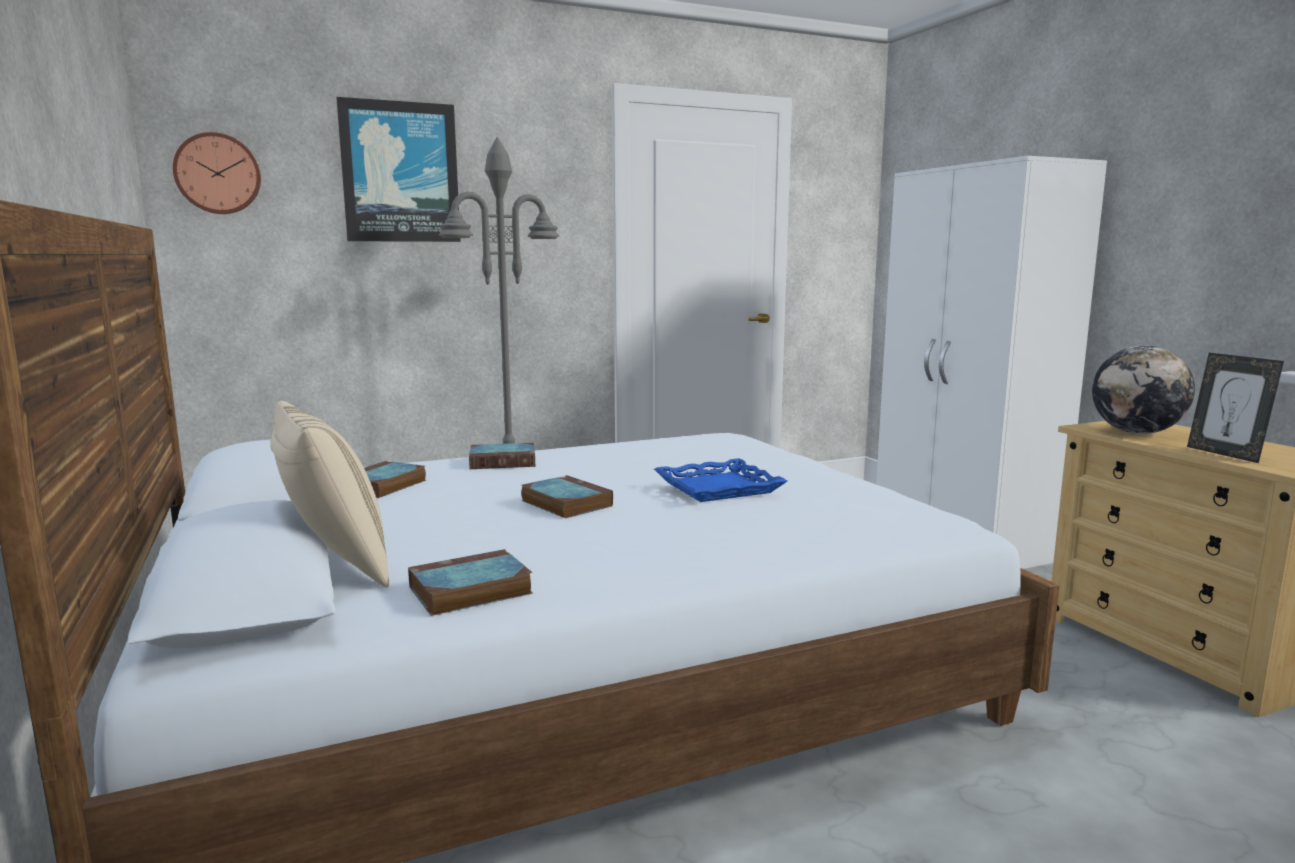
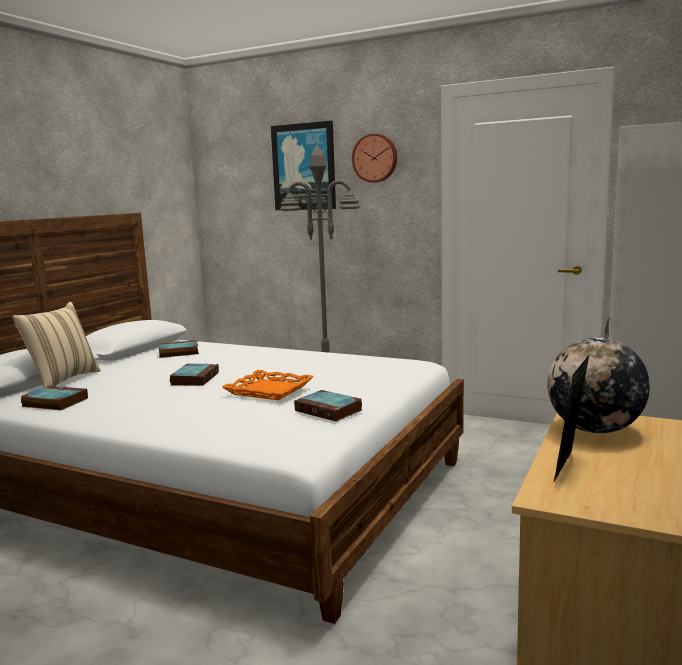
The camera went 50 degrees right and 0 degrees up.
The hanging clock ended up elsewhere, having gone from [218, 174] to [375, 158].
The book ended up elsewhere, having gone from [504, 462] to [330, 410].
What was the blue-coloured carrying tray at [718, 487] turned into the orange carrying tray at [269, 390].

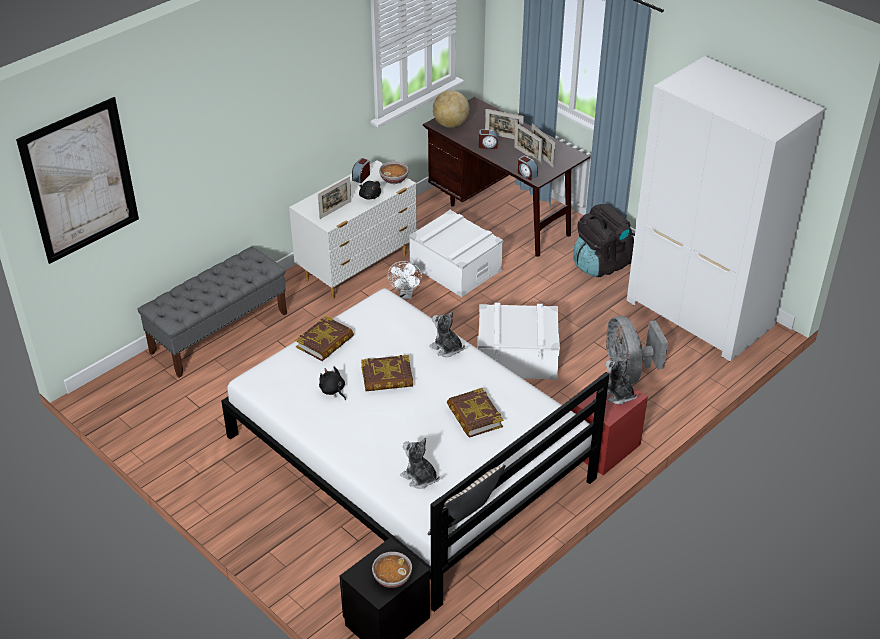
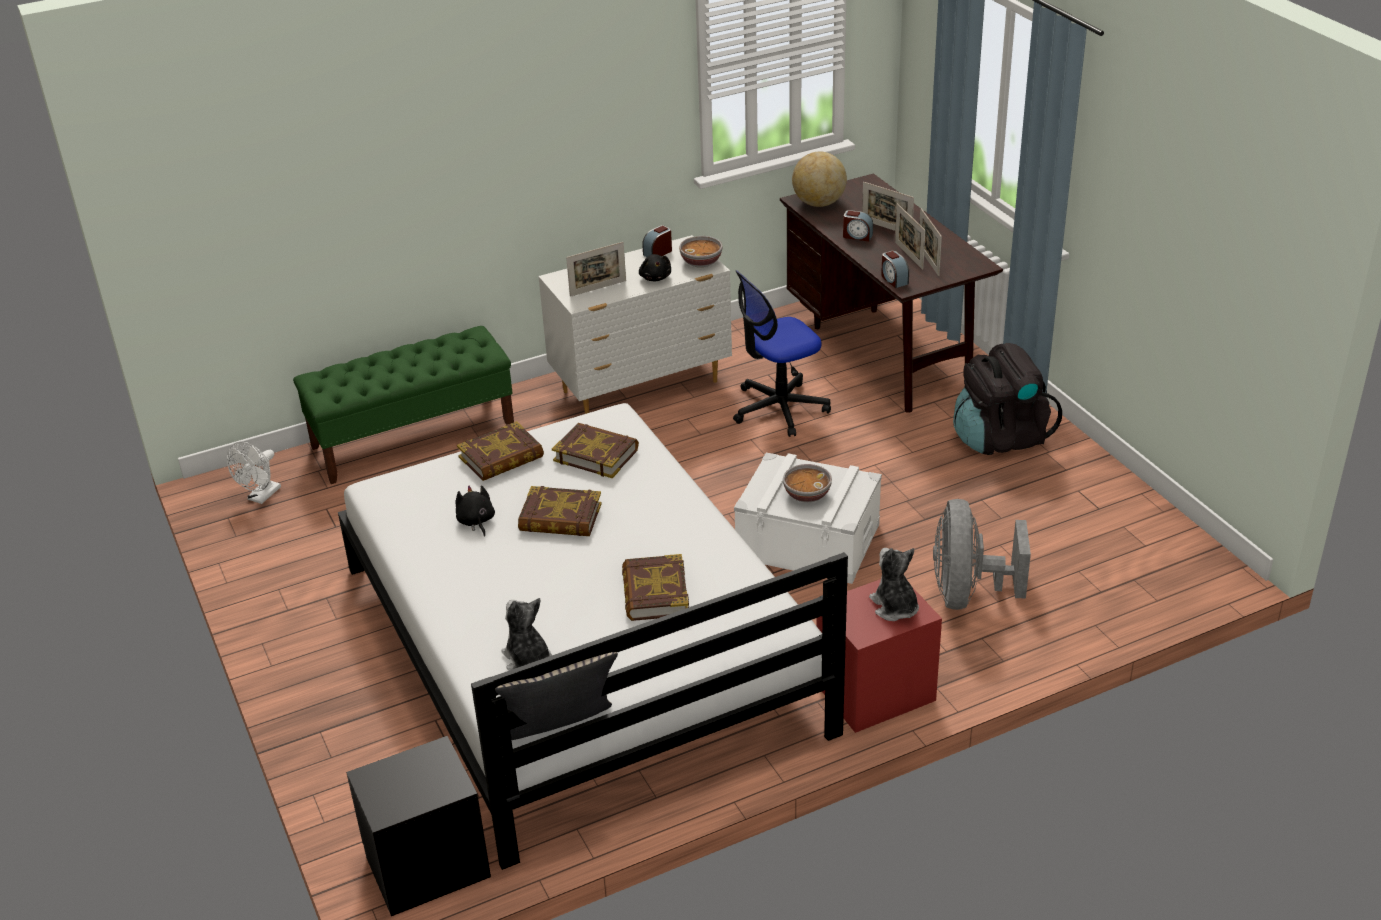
The camera went 20 degrees right and 5 degrees down.
The second view lost the wall art at [80, 181].
What was the gray long seat at [219, 332] turned into the greenish long seat at [414, 438].
The bowl ended up elsewhere, having gone from [392, 578] to [806, 495].
The whitish fan ended up elsewhere, having gone from [406, 295] to [261, 497].
Where the whitish storage box stood at [455, 268], the computer chair came to stand at [779, 408].
The second view lost the plush toy at [446, 348].
The second view lost the whitish wardrobe at [701, 313].
The second view gained the book at [596, 455].

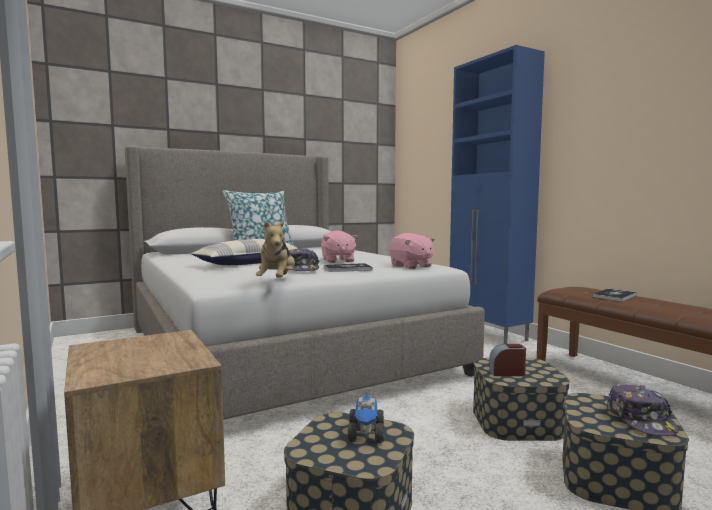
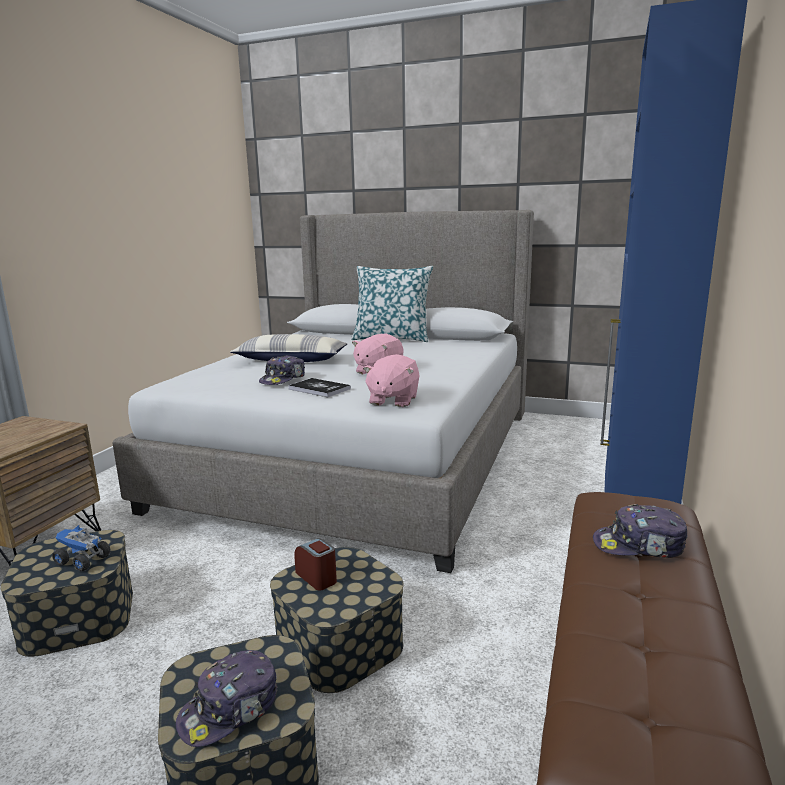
The camera went 50 degrees right and 10 degrees up.
The second view lost the plush toy at [277, 281].
The toy truck at [366, 434] ended up facing another way, 60 degrees clockwise from before.
Where the book stood at [614, 296], the peaked cap came to stand at [639, 546].

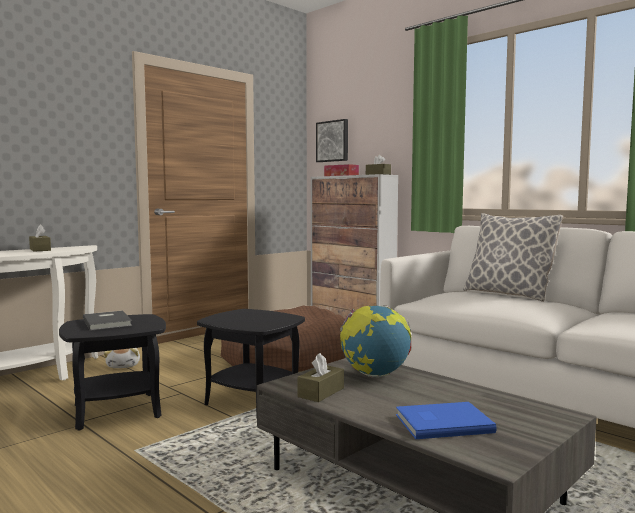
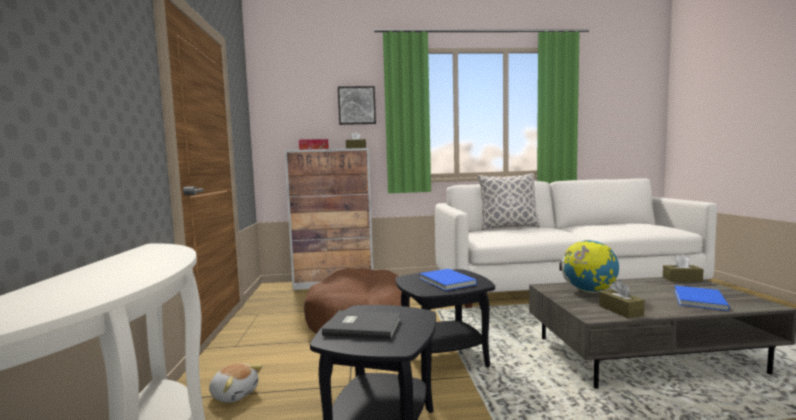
The camera went 50 degrees left and 0 degrees up.
The brown tissue box ended up elsewhere, having gone from [40, 249] to [682, 279].
The wall art ended up elsewhere, having gone from [333, 141] to [357, 105].
The second view gained the blue-coloured book at [446, 281].

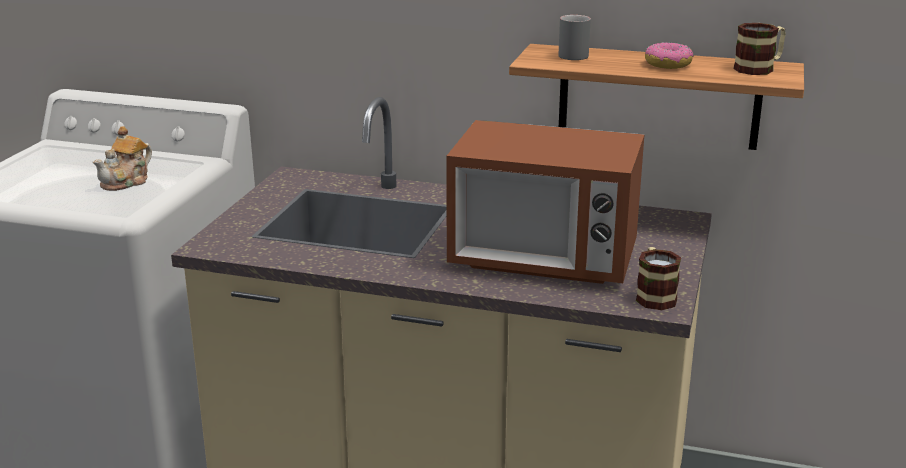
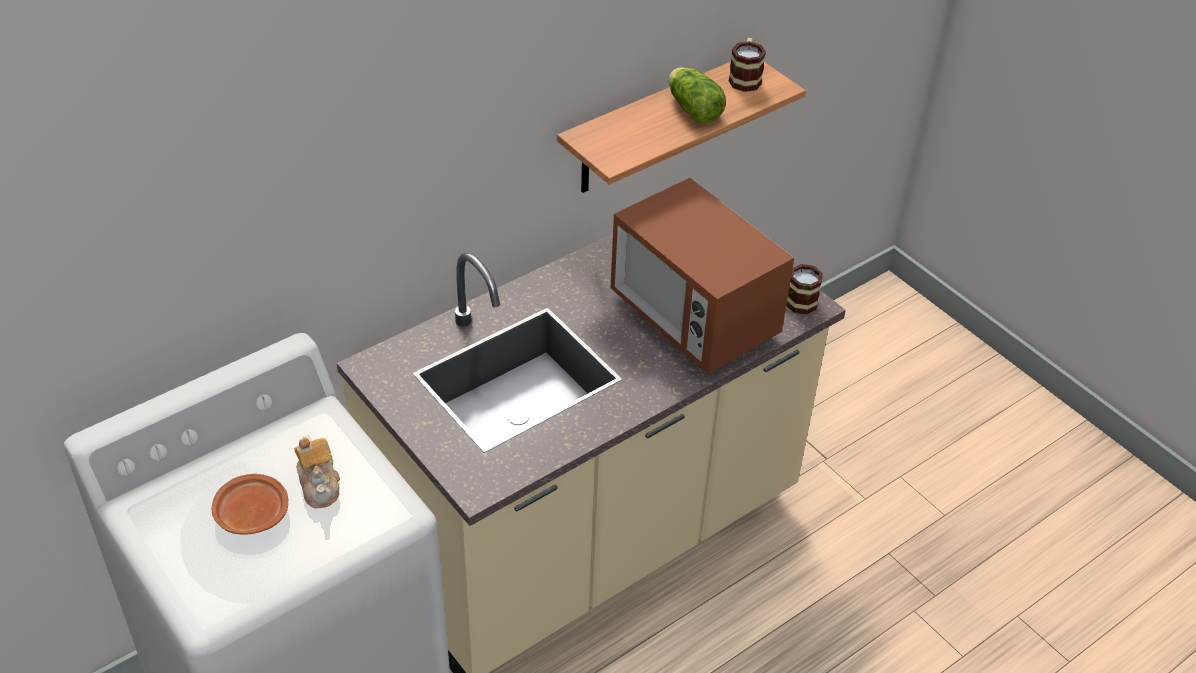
The camera went 55 degrees left and 20 degrees up.
The microwave at [543, 260] ended up facing another way, 90 degrees clockwise from before.
The second view lost the gray mug at [575, 54].
Where the ring doughnut stood at [668, 64], the lettuce came to stand at [692, 108].
The second view gained the brown plate at [251, 513].

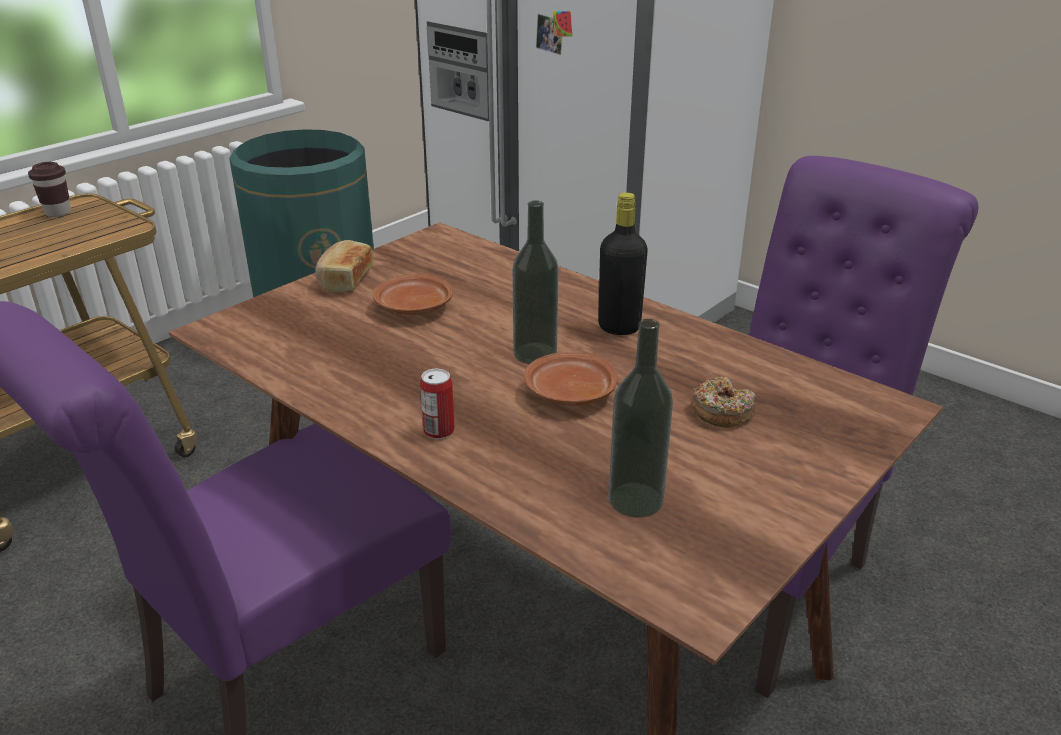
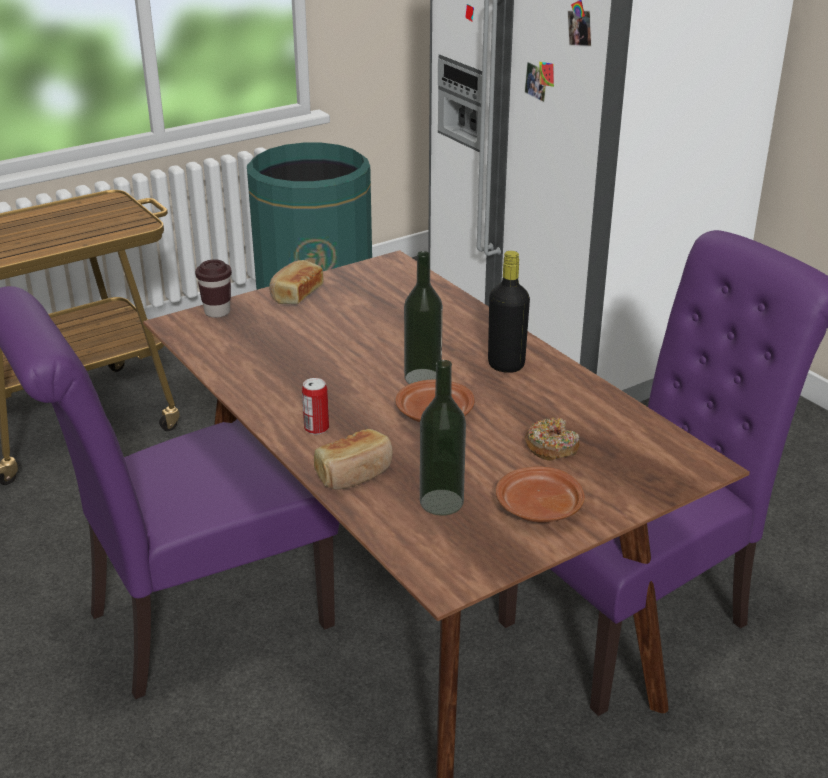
The camera went 15 degrees right and 0 degrees up.
The brown small cup ended up elsewhere, having gone from [58, 213] to [217, 312].
The brown plate ended up elsewhere, having gone from [413, 307] to [538, 508].
The second view gained the baked bread at [355, 473].

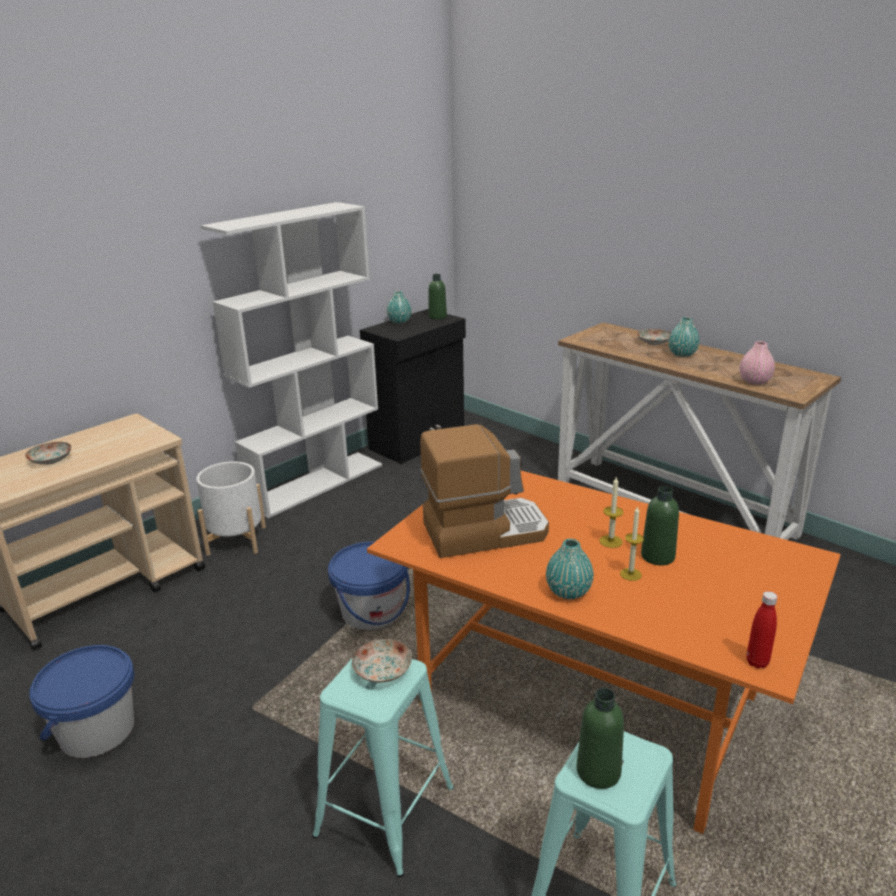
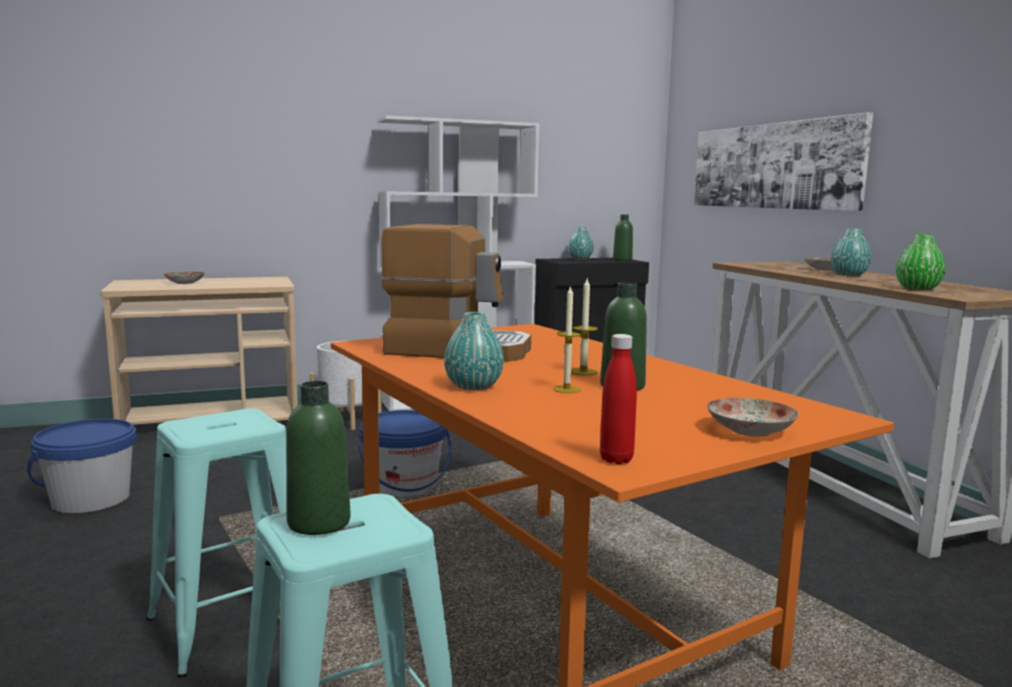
The camera went 25 degrees right and 15 degrees down.
The plate ended up elsewhere, having gone from [382, 670] to [749, 430].
What was the pink decorative vase at [754, 381] turned into the greenish decorative vase at [917, 289].
The second view gained the wall art at [772, 166].

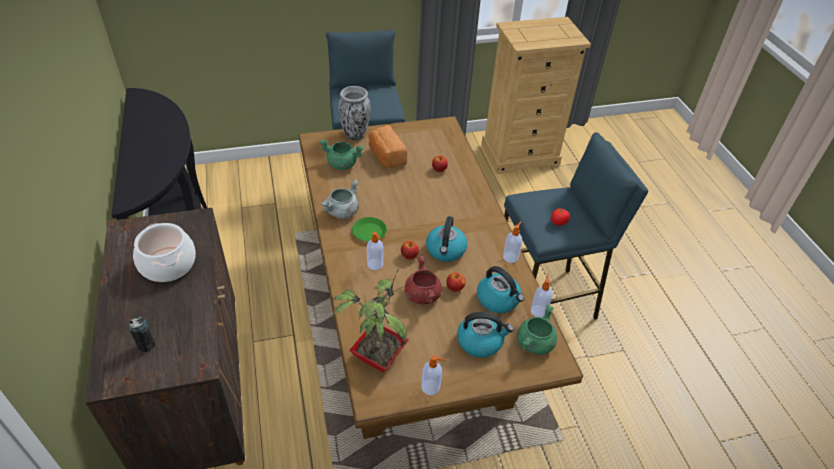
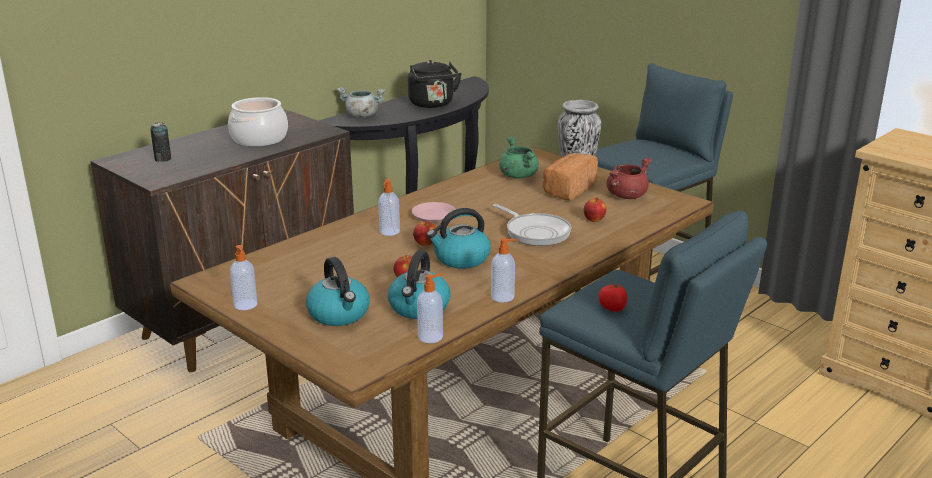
The camera went 60 degrees right and 20 degrees down.
The gray saucepot ended up elsewhere, having gone from [342, 212] to [361, 115].
The second view lost the potted plant at [377, 357].
What was the greenish plate at [369, 232] turned into the pink plate at [433, 216].
The red-coloured saucepot ended up elsewhere, having gone from [422, 295] to [626, 195].
The second view lost the greenish saucepot at [535, 344].
The second view gained the black-coloured kettle at [432, 104].
The second view gained the frying pan at [535, 232].

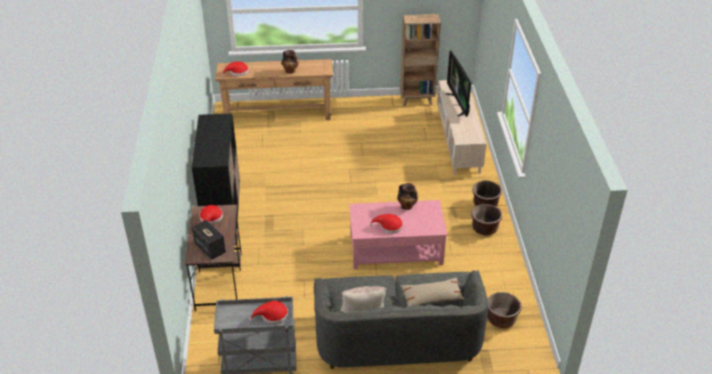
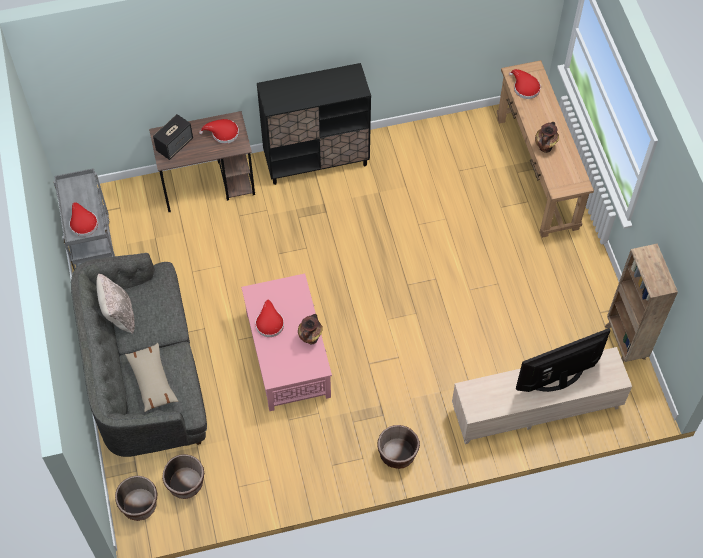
The camera went 80 degrees right and 20 degrees up.
The brown planter ended up elsewhere, having gone from [485, 228] to [139, 505].

